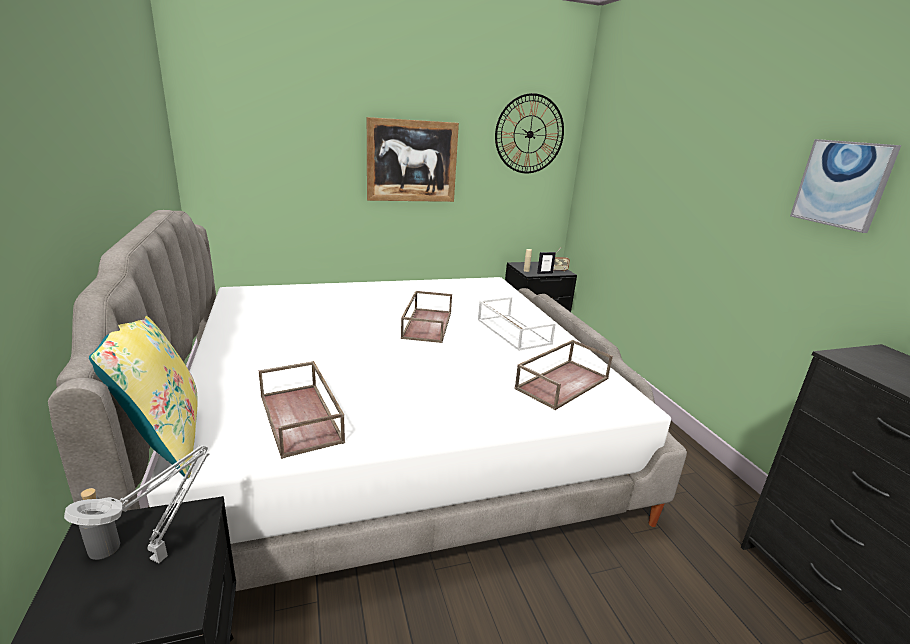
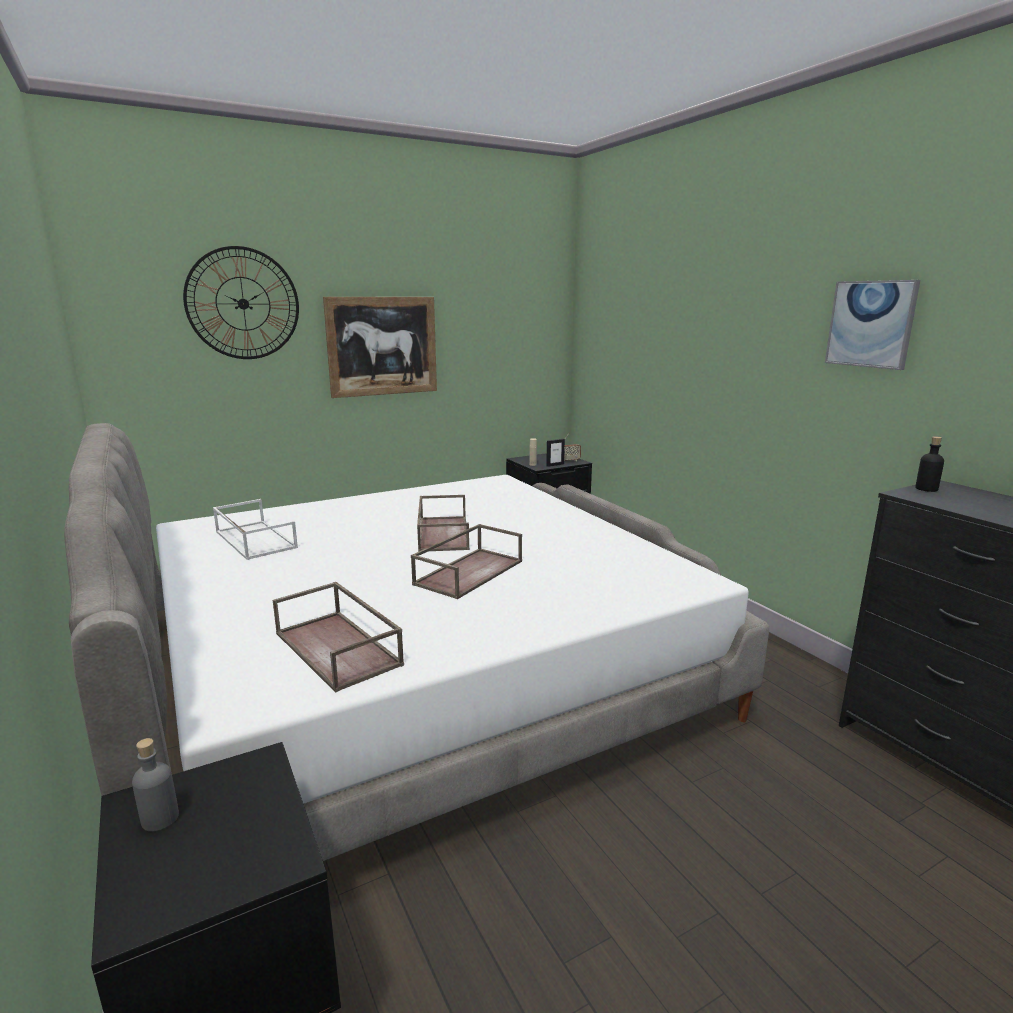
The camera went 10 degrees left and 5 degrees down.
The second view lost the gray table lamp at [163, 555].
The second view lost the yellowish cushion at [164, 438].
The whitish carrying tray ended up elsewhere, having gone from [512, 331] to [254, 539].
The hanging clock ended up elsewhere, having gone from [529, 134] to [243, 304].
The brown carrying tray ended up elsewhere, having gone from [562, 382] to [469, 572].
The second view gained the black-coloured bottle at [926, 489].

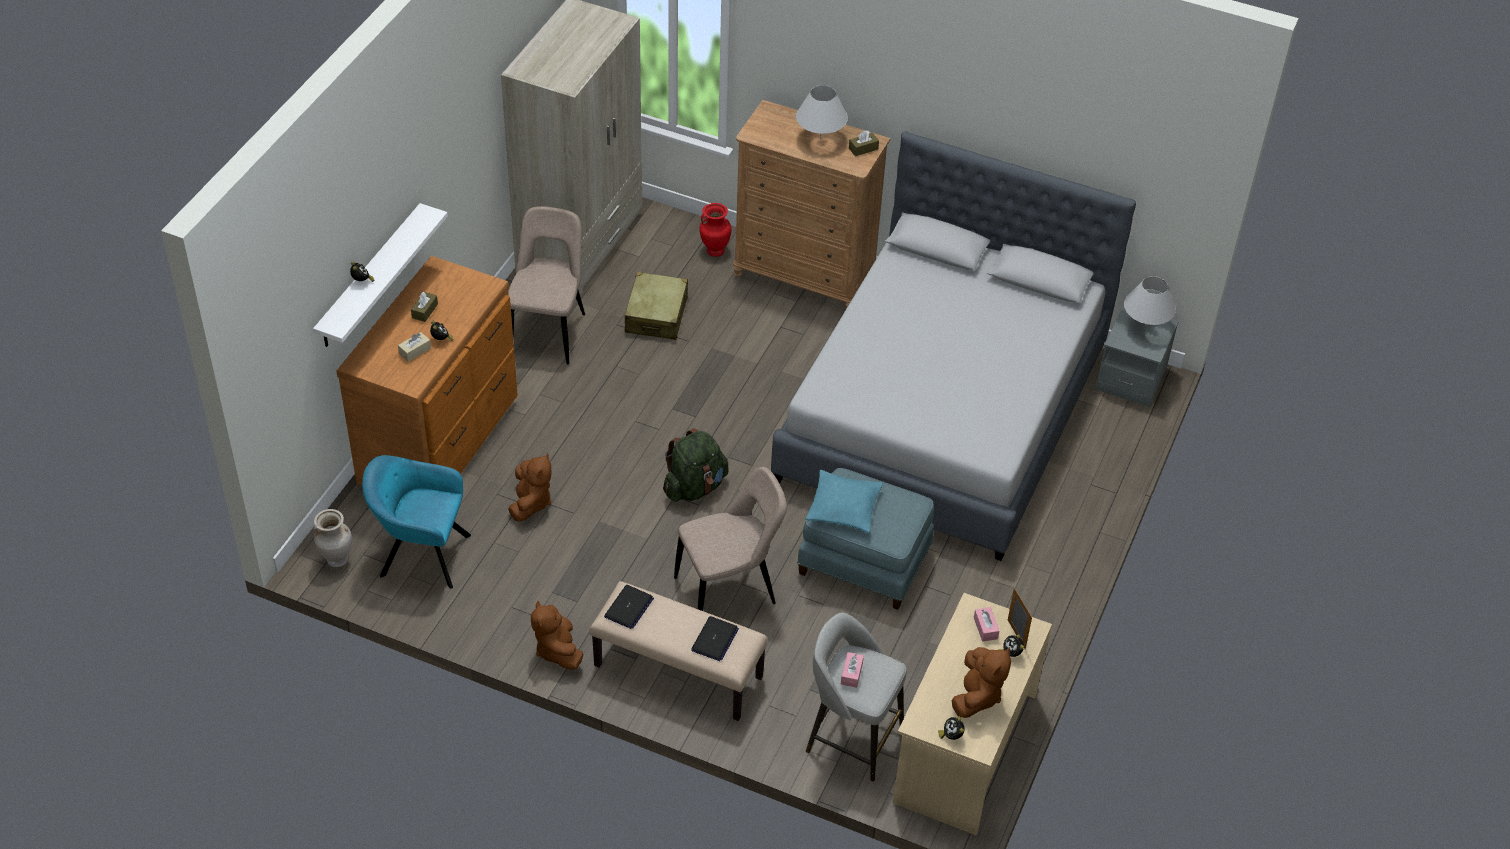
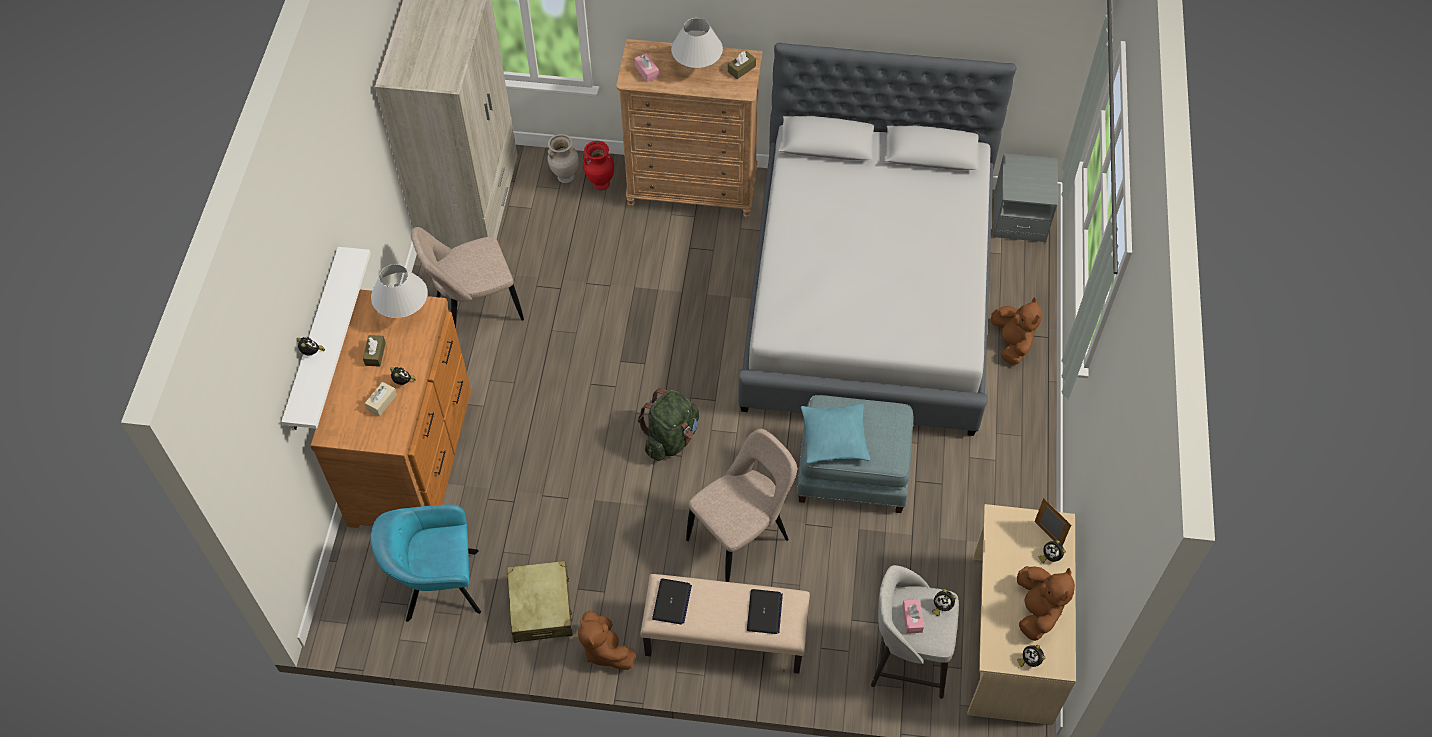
The camera went 15 degrees left and 10 degrees up.
The sand-coloured decorative vase ended up elsewhere, having gone from [337, 559] to [565, 177].
The sand-coloured upright chair at [549, 331] ended up facing another way, 105 degrees counterclockwise from before.
The brown plush toy ended up elsewhere, having gone from [530, 502] to [1012, 343].
The sand-coloured suitcase ended up elsewhere, having gone from [656, 315] to [541, 607].
The pink tissue box ended up elsewhere, having gone from [985, 628] to [647, 71].
The whitish table lamp ended up elsewhere, having gone from [1144, 327] to [404, 312].
The second view gained the table clock at [941, 606].

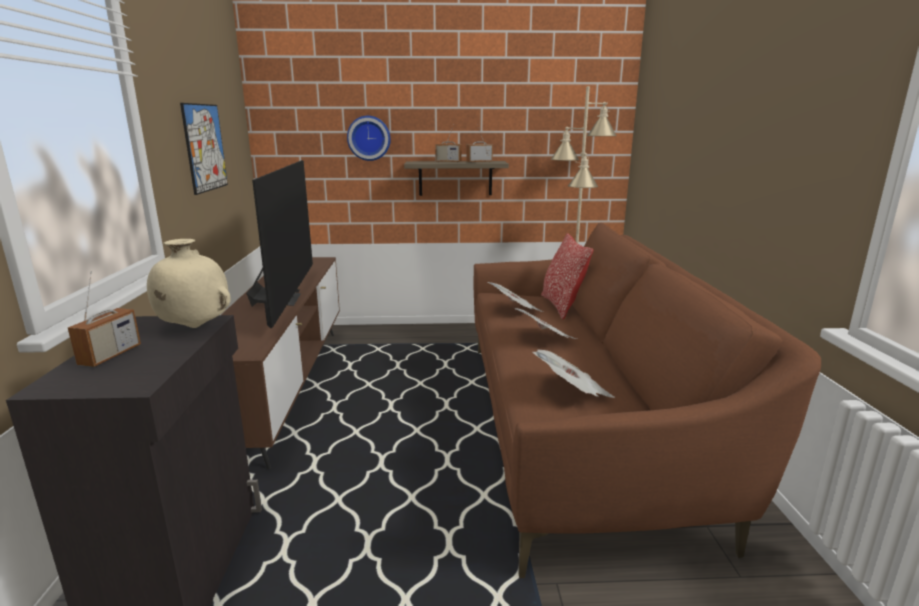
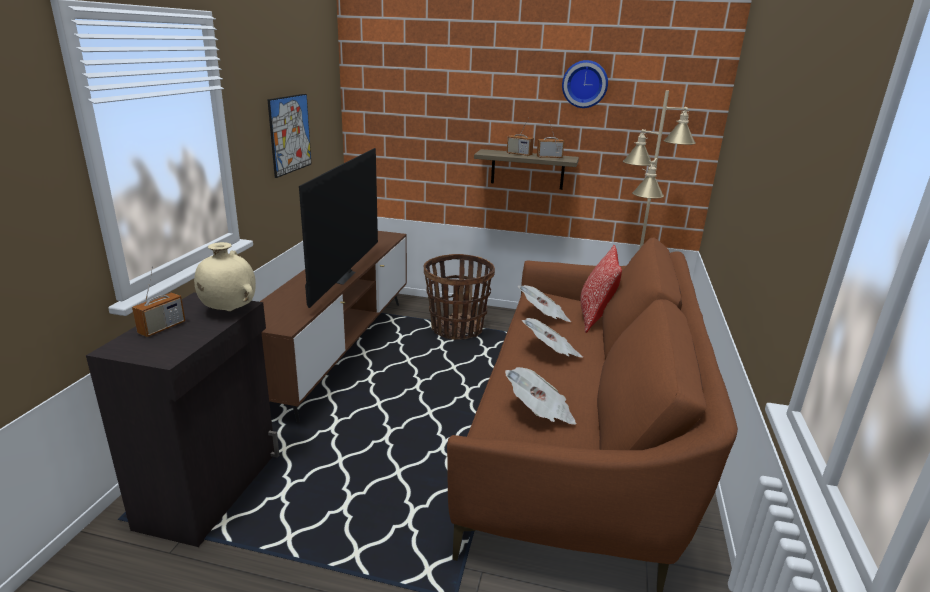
The camera went 15 degrees right and 5 degrees up.
The hanging clock ended up elsewhere, having gone from [369, 138] to [585, 84].
The second view gained the basket at [457, 329].

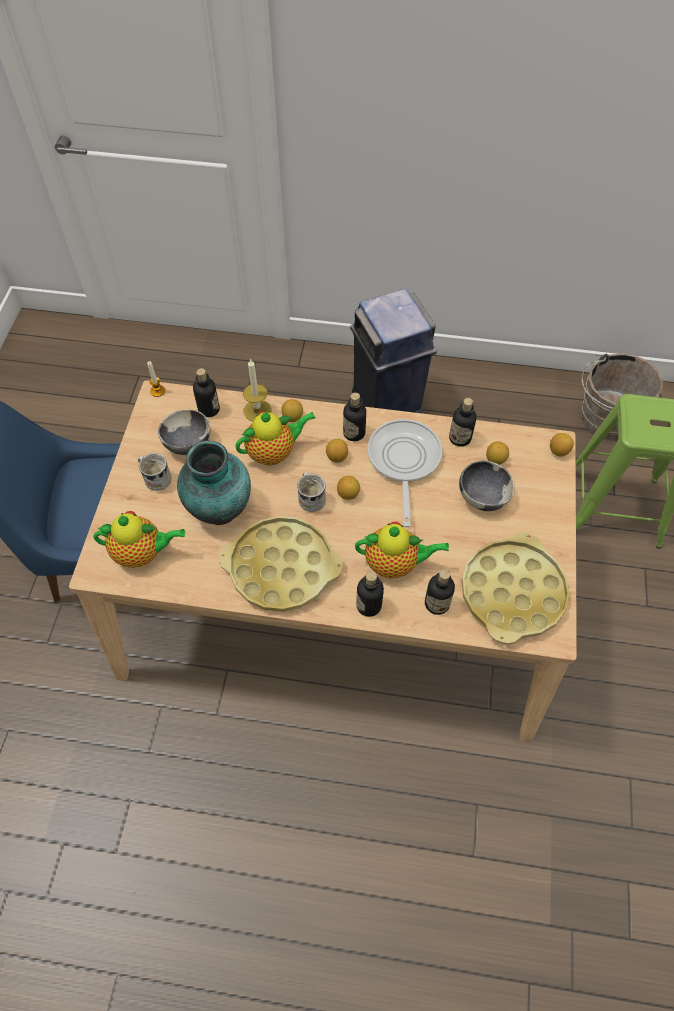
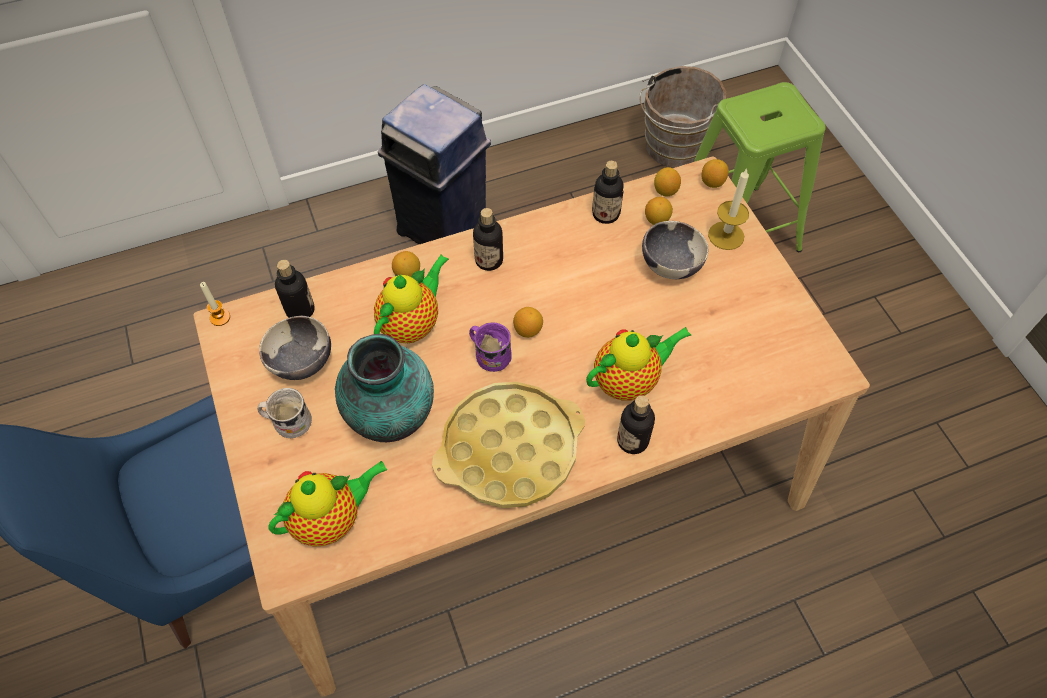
The camera went 30 degrees left and 0 degrees up.
The candle ended up elsewhere, having gone from [257, 410] to [726, 235].
What was the whitish mug at [311, 497] turned into the purple-coloured mug at [489, 354].
The whole lemon ended up elsewhere, having gone from [336, 457] to [665, 191].
The second view lost the frying pan at [403, 462].
The second view lost the bottle at [437, 603].
The second view lost the yellowish carrying tray at [512, 592].

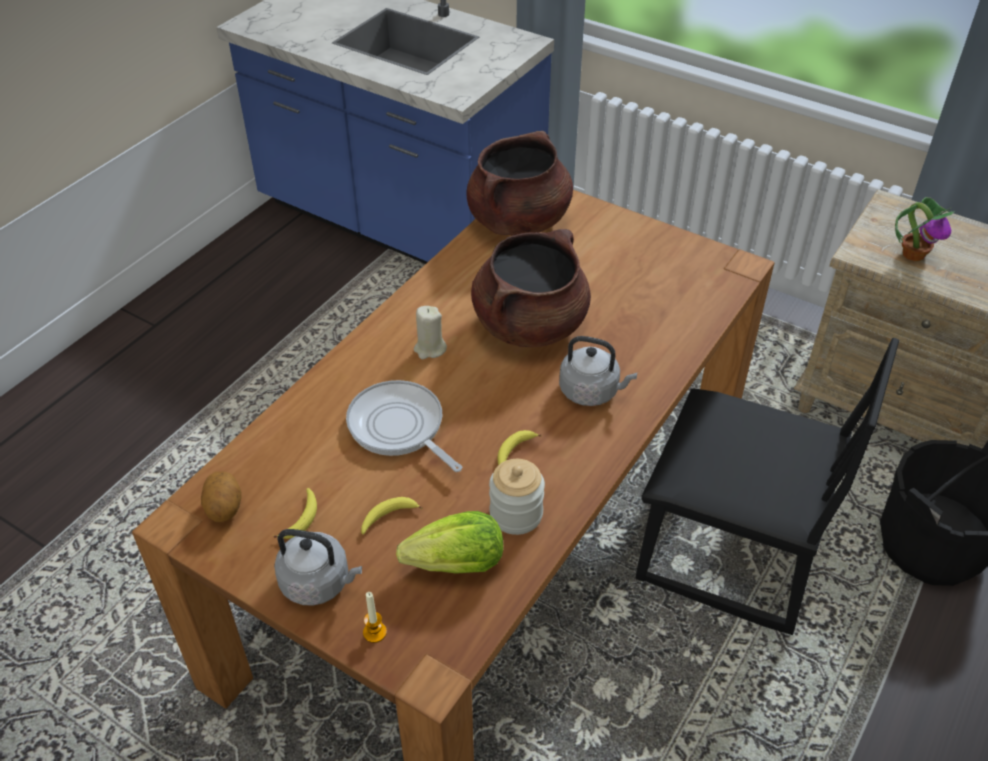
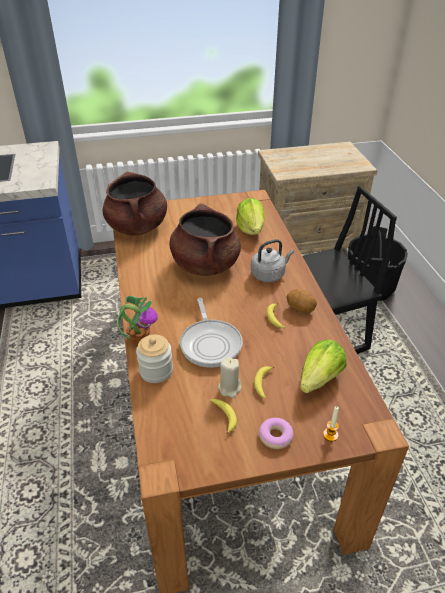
The camera went 45 degrees left and 5 degrees down.
The whole potato ended up elsewhere, having gone from [225, 508] to [300, 309].
Where the gray kettle stood at [319, 583], the ring doughnut came to stand at [275, 436].
The frying pan at [399, 428] ended up facing another way, 105 degrees counterclockwise from before.
The sand-coloured candle ended up elsewhere, having gone from [430, 349] to [229, 388].
The storage jar ended up elsewhere, having gone from [516, 514] to [156, 371].
The potted plant ended up elsewhere, having gone from [913, 254] to [139, 337].
The second view gained the lettuce at [251, 229].

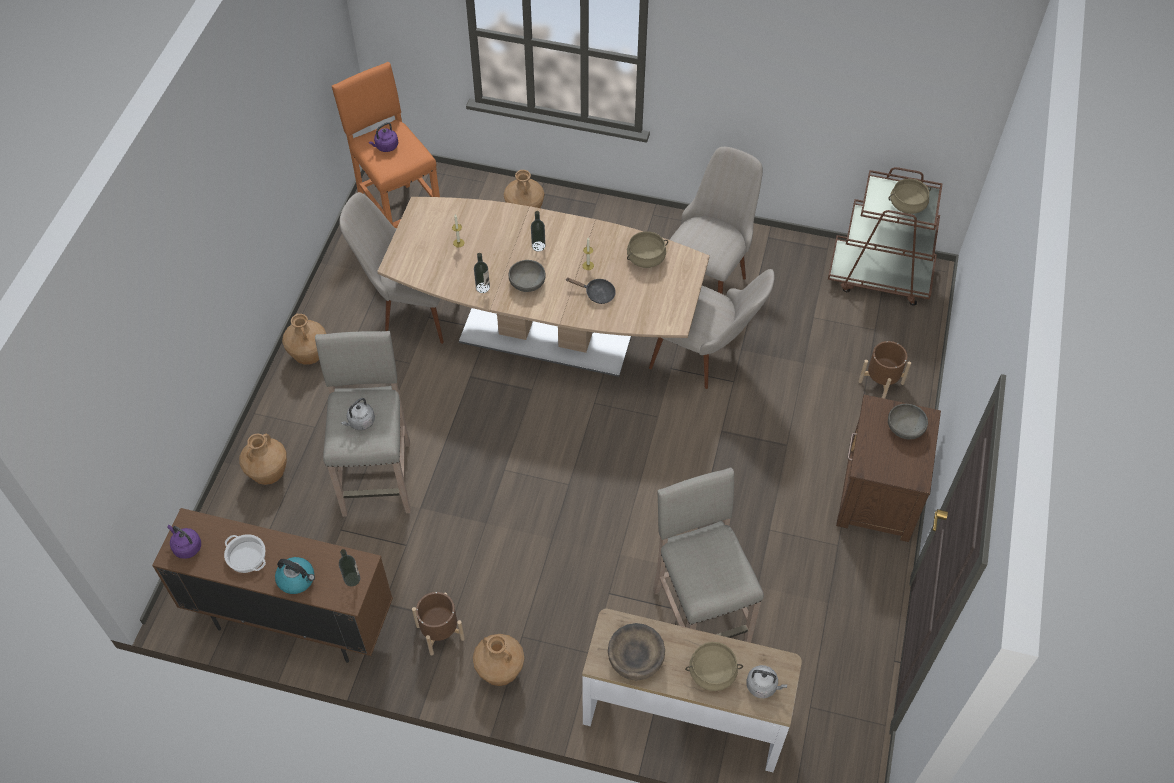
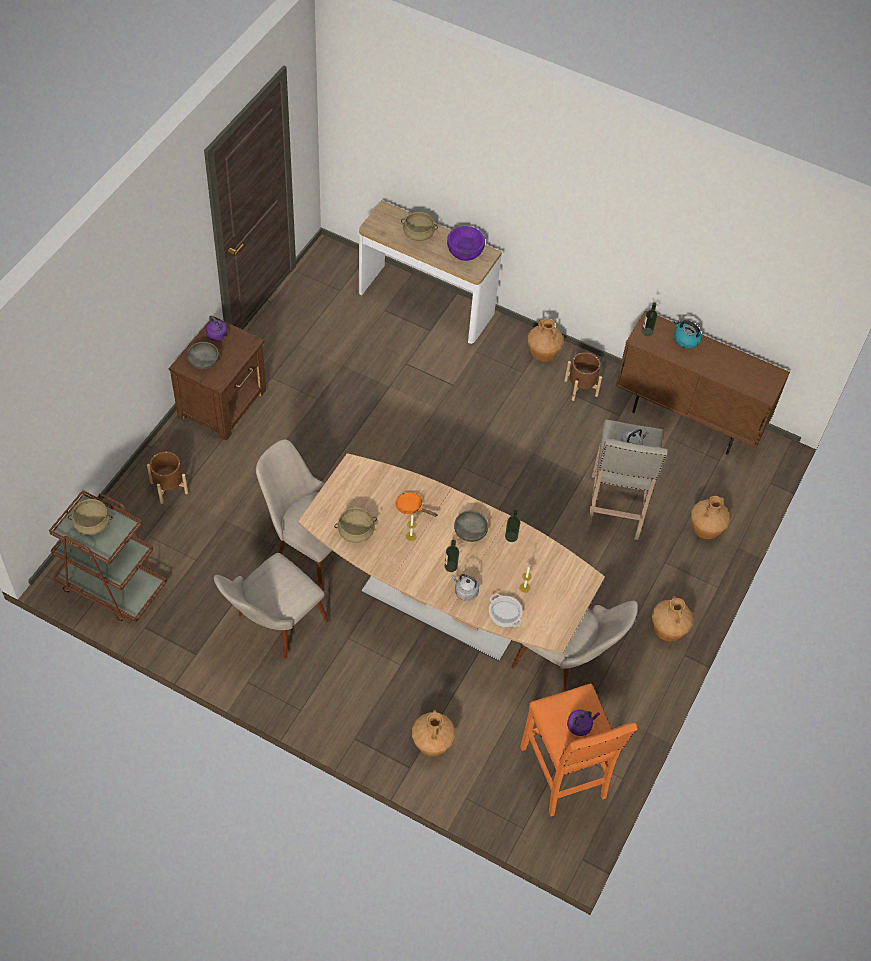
The camera went 170 degrees left and 0 degrees up.
The purple-coloured kettle ended up elsewhere, having gone from [186, 547] to [217, 336].
The saucepot ended up elsewhere, having gone from [246, 556] to [505, 613].
What was the black-coloured frying pan at [596, 293] turned into the orange frying pan at [411, 507].
What was the brown bowl at [635, 659] turned into the purple-coloured bowl at [465, 250].
The second view lost the sand-coloured stool at [699, 615].
The gray kettle ended up elsewhere, having gone from [763, 686] to [465, 591].

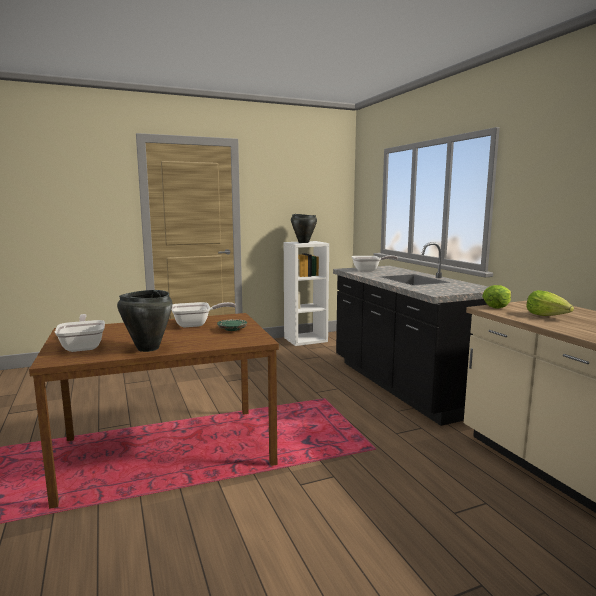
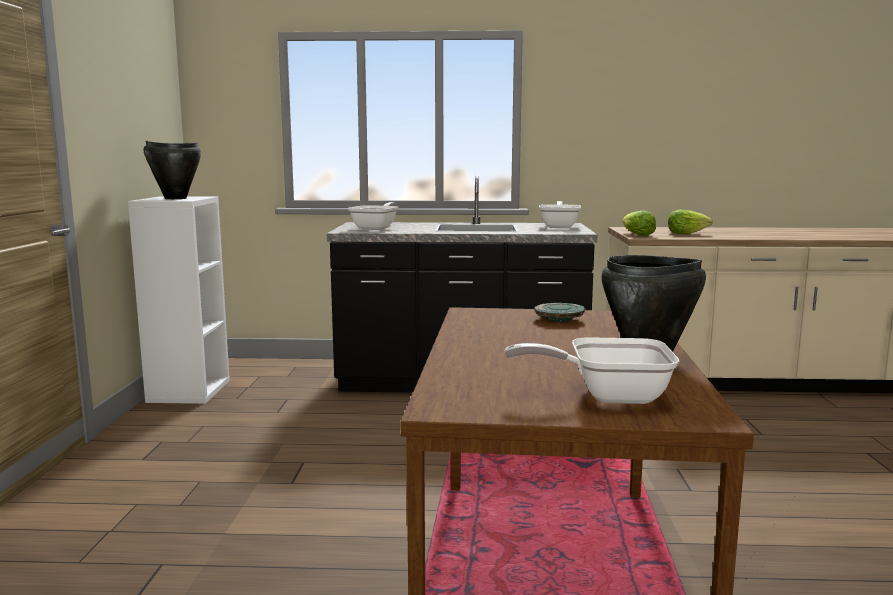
The camera went 65 degrees left and 0 degrees up.
The frying pan ended up elsewhere, having gone from [196, 324] to [559, 226].

